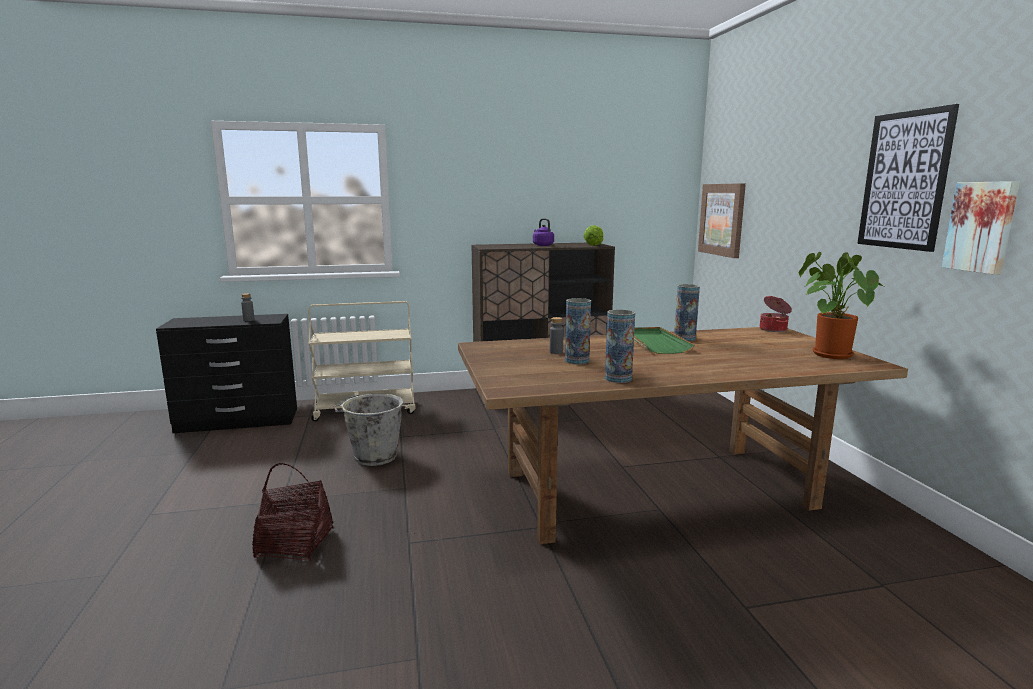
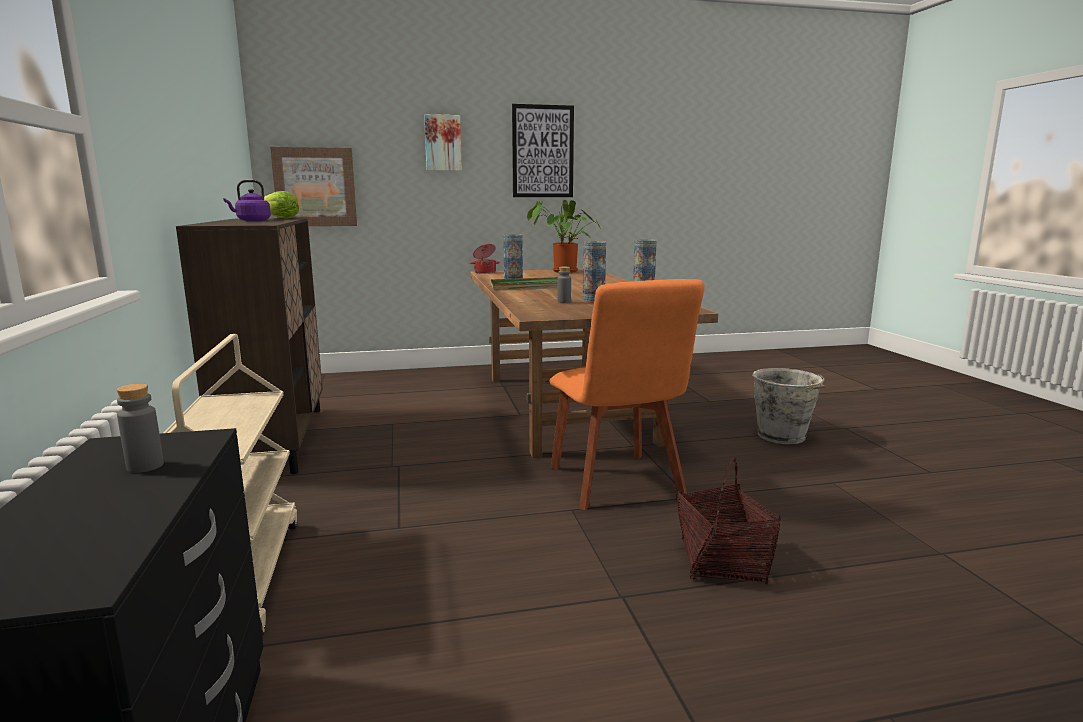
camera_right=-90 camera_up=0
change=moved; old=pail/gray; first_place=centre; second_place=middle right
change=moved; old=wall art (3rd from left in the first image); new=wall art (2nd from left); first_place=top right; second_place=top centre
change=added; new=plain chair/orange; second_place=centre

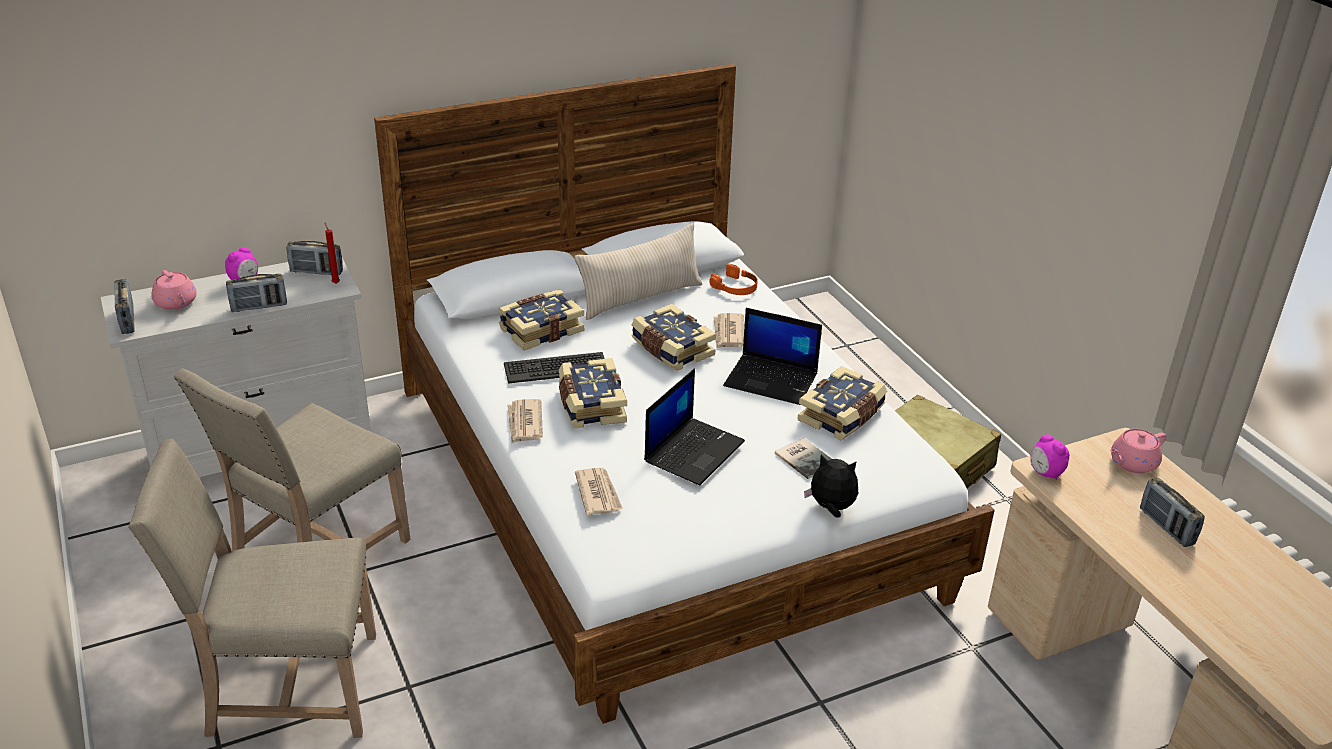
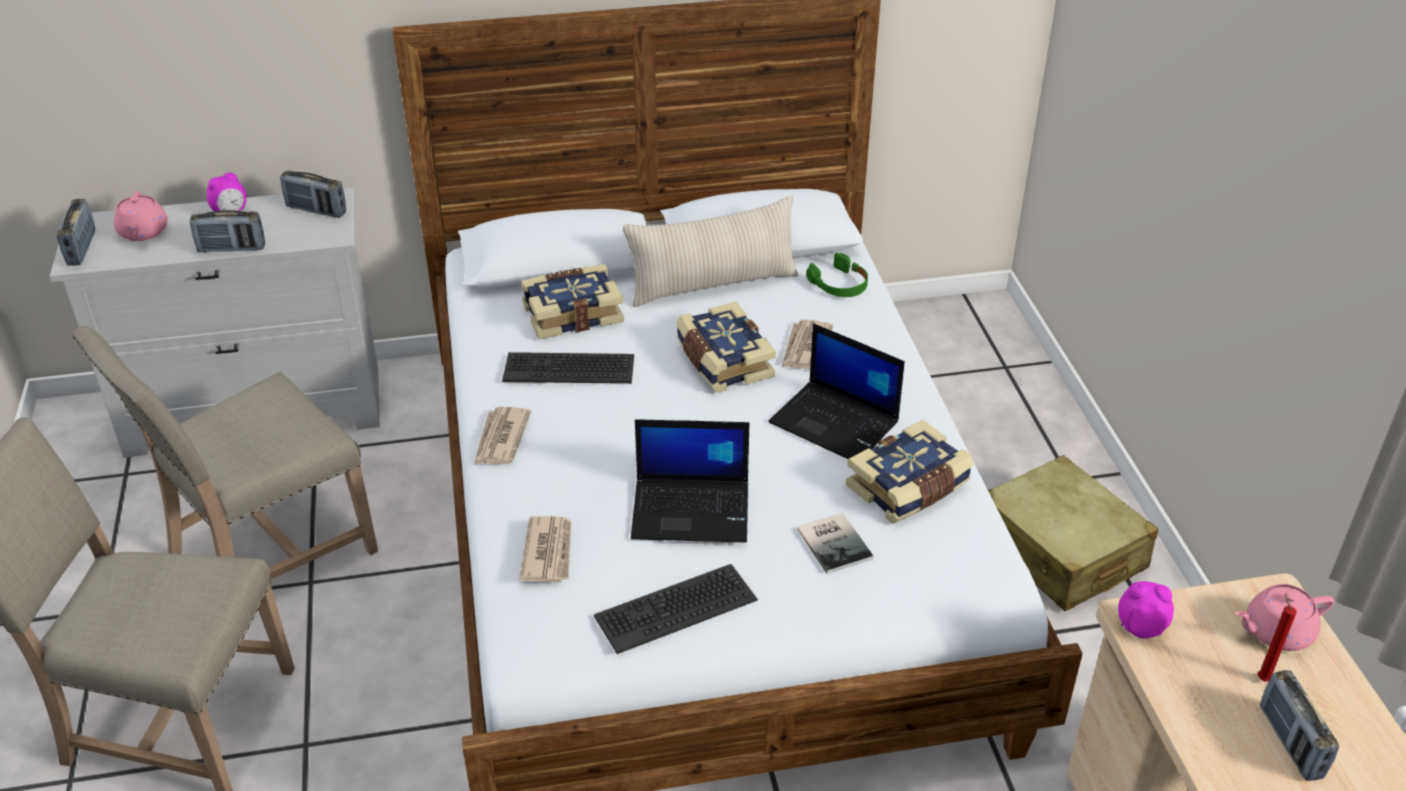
camera_right=15 camera_up=5
change=moved; old=wax candle/reddish; first_place=middle left; second_place=bottom right
change=removed; old=book (2nd from left); first_place=centre
change=turned; old=notebook computer (1st from left); first_place=centre; second_place=centre; degrees=45
change=recoloured; old=headphones/orange; new=headphones/green; first_place=centre; second_place=centre
change=removed; old=plush toy; first_place=centre
change=turned; old=bedside clock (2nd from left); first_place=middle right; second_place=bottom right; degrees=120
change=added; new=keyboard (2nd from left); second_place=bottom centre

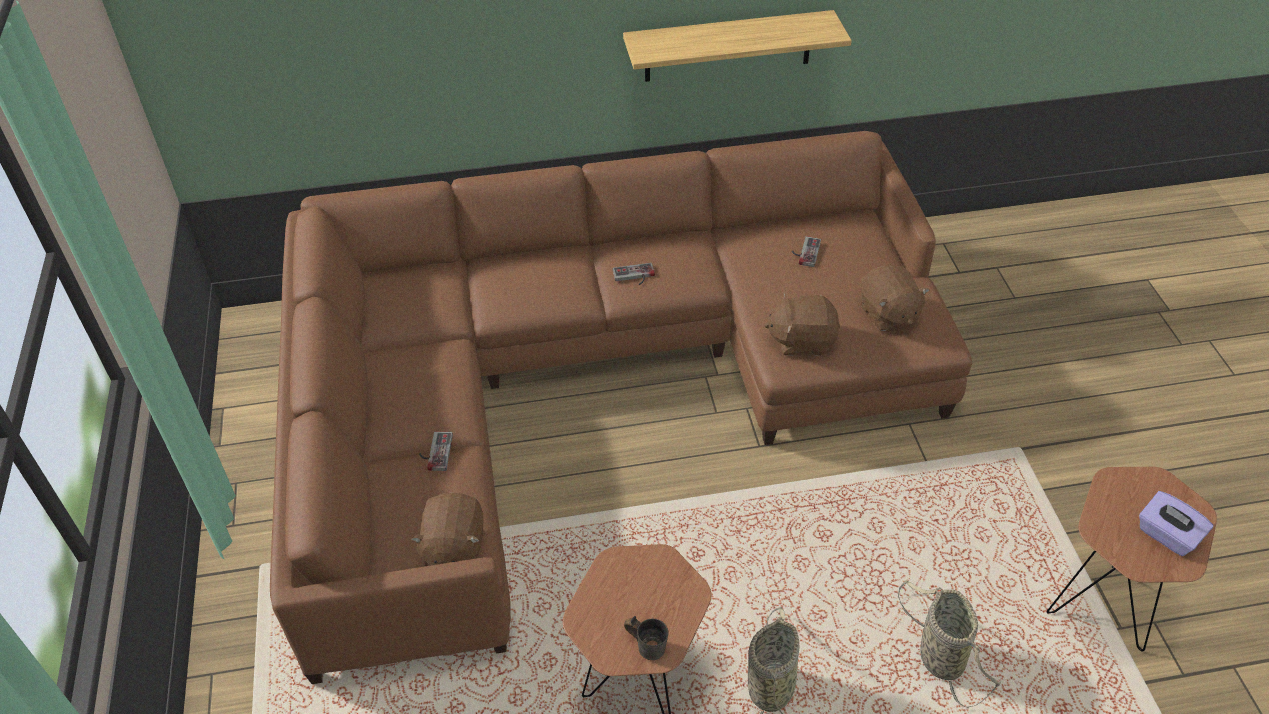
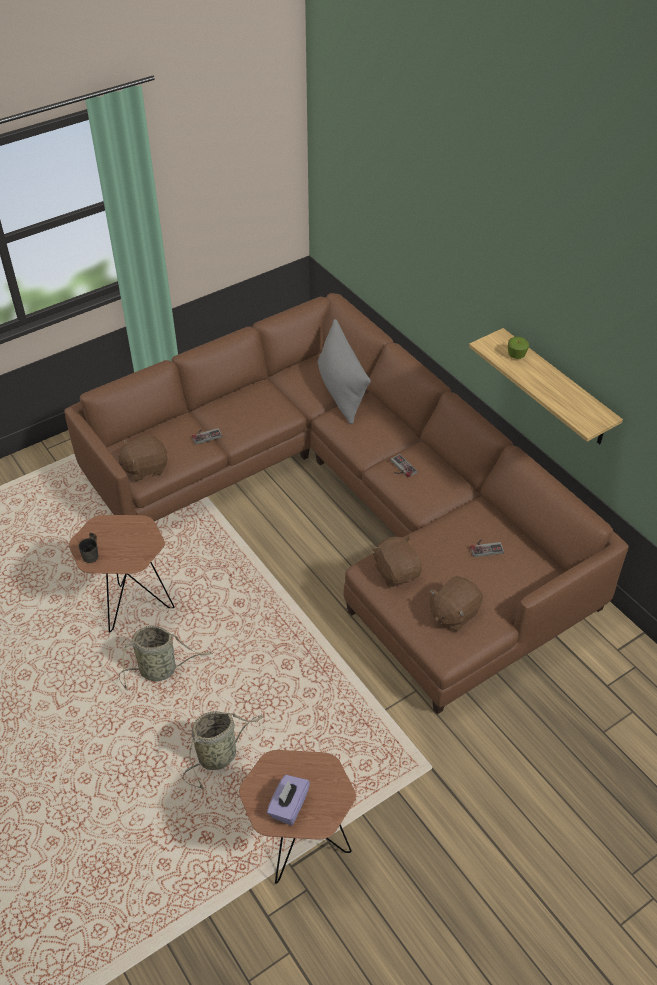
camera_right=65 camera_up=0
change=added; new=pillow/gray; second_place=centre
change=added; new=whole apple; second_place=middle right

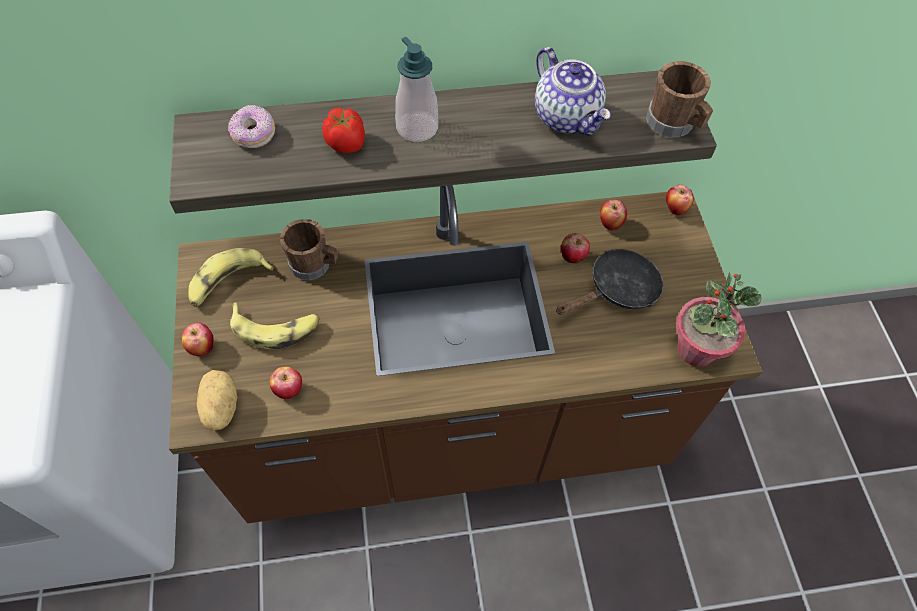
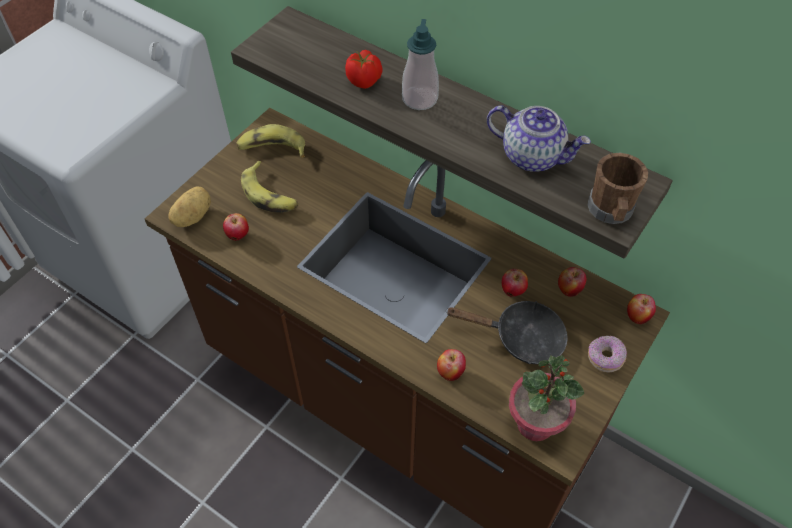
camera_right=45 camera_up=-5
change=moved; old=whole apple (1st from left in the first image); new=whole apple (2nd from left); first_place=middle left; second_place=bottom centre
change=moved; old=doughnut; first_place=top left; second_place=bottom right
change=removed; old=coffee mug/brownish (1st from left); first_place=centre
change=turned; old=teapot; first_place=top centre; second_place=top right; degrees=-75

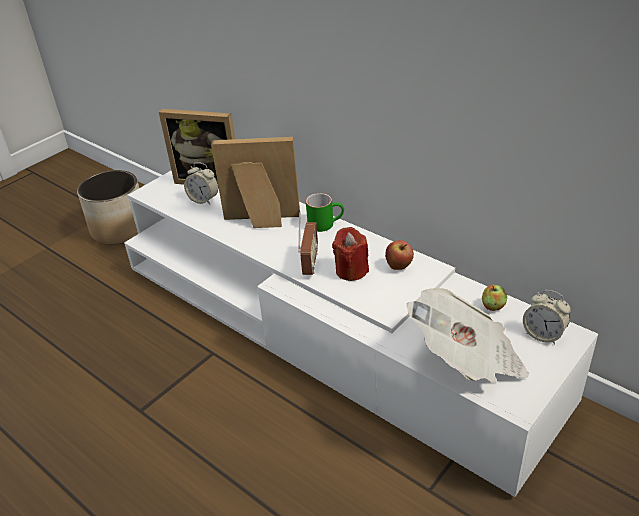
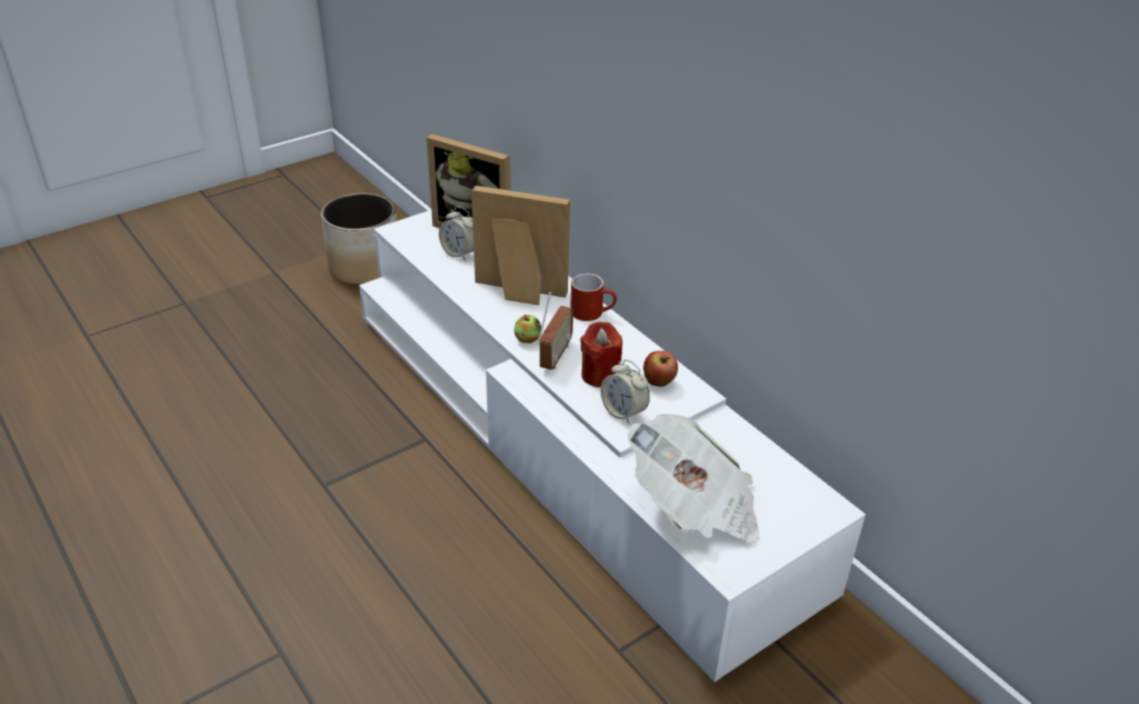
camera_right=10 camera_up=0
change=recoloured; old=coffee mug/green; new=coffee mug/reddish; first_place=centre; second_place=centre
change=moved; old=whole apple (2nd from left in the first image); new=whole apple (1st from left); first_place=middle right; second_place=centre
change=moved; old=bedside clock (2nd from left); first_place=middle right; second_place=centre

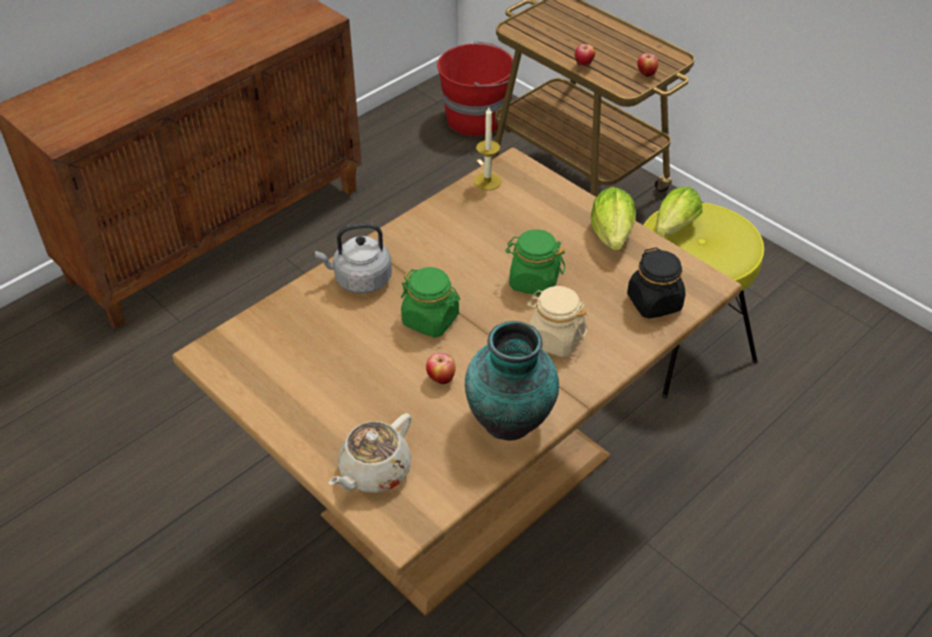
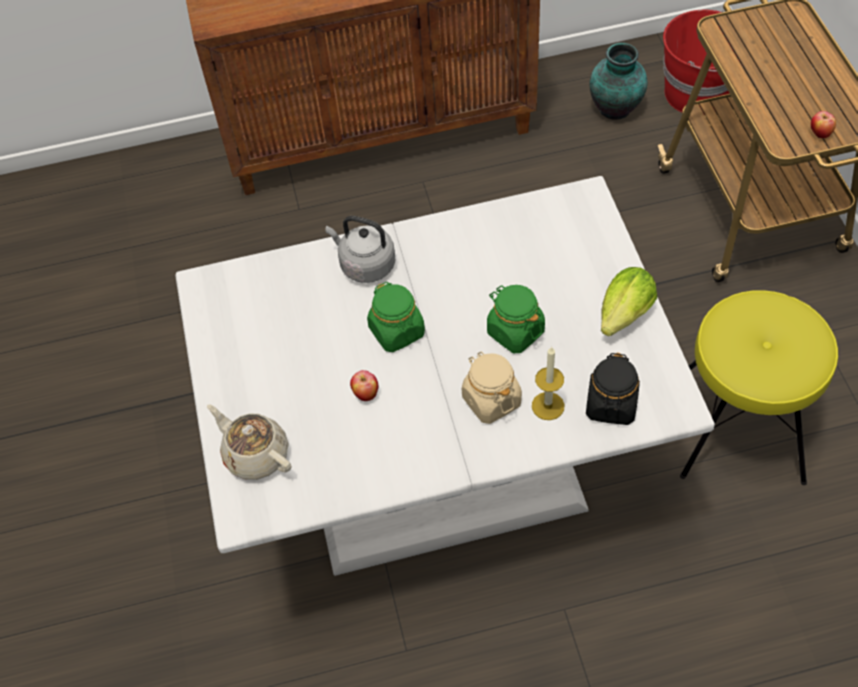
camera_right=35 camera_up=10
change=recoloured; old=dining table/brownish; new=dining table/whitish; first_place=centre; second_place=centre
change=turned; old=teapot/sand-coloured; first_place=bottom centre; second_place=middle left; degrees=60
change=moved; old=flower vase; first_place=centre; second_place=top right
change=moved; old=wax candle; first_place=top centre; second_place=centre
change=removed; old=whole apple (2nd from left); first_place=top centre
change=removed; old=lettuce (2nd from left); first_place=top right

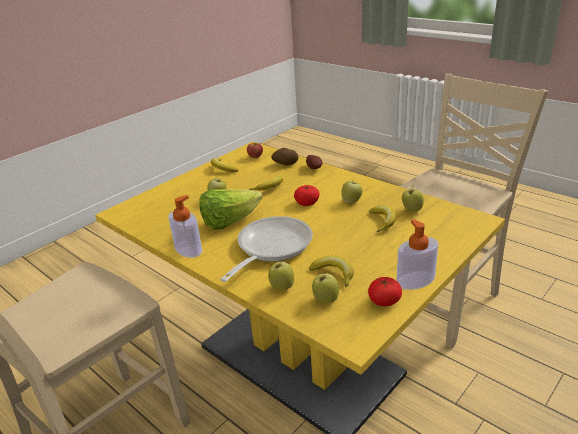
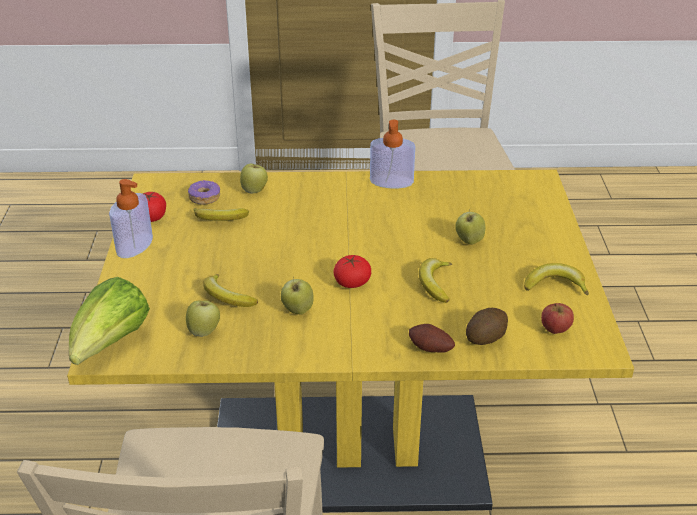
camera_right=135 camera_up=5
change=moved; old=lettuce; first_place=centre; second_place=middle left
change=removed; old=skillet; first_place=centre
change=replaced; old=whole apple (4th from left); new=doughnut; first_place=centre; second_place=middle left

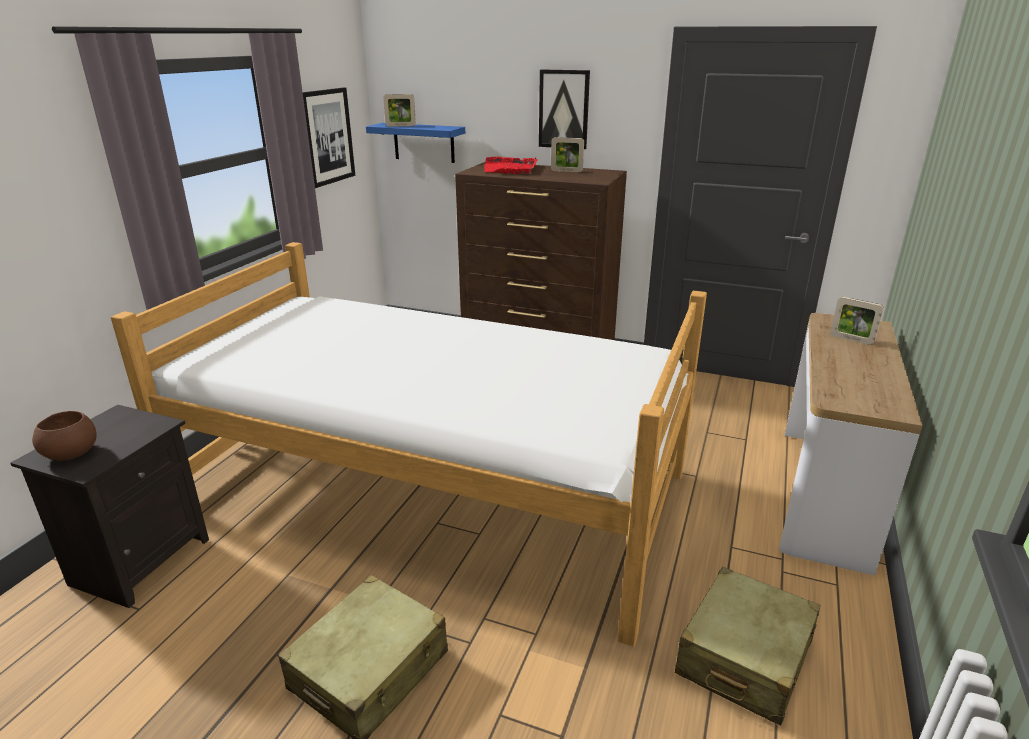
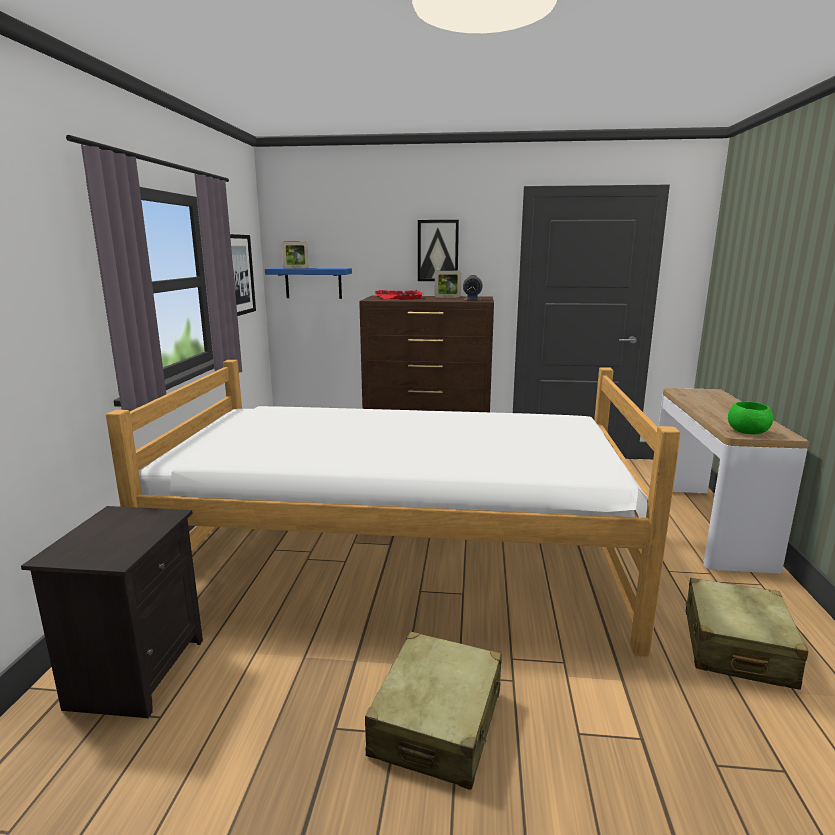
camera_right=-15 camera_up=-10
change=removed; old=serving bowl/brownish; first_place=middle left
change=removed; old=standing frame (3rd from left); first_place=middle right
change=added; new=bedside clock; second_place=centre
change=added; new=serving bowl/green; second_place=middle right

